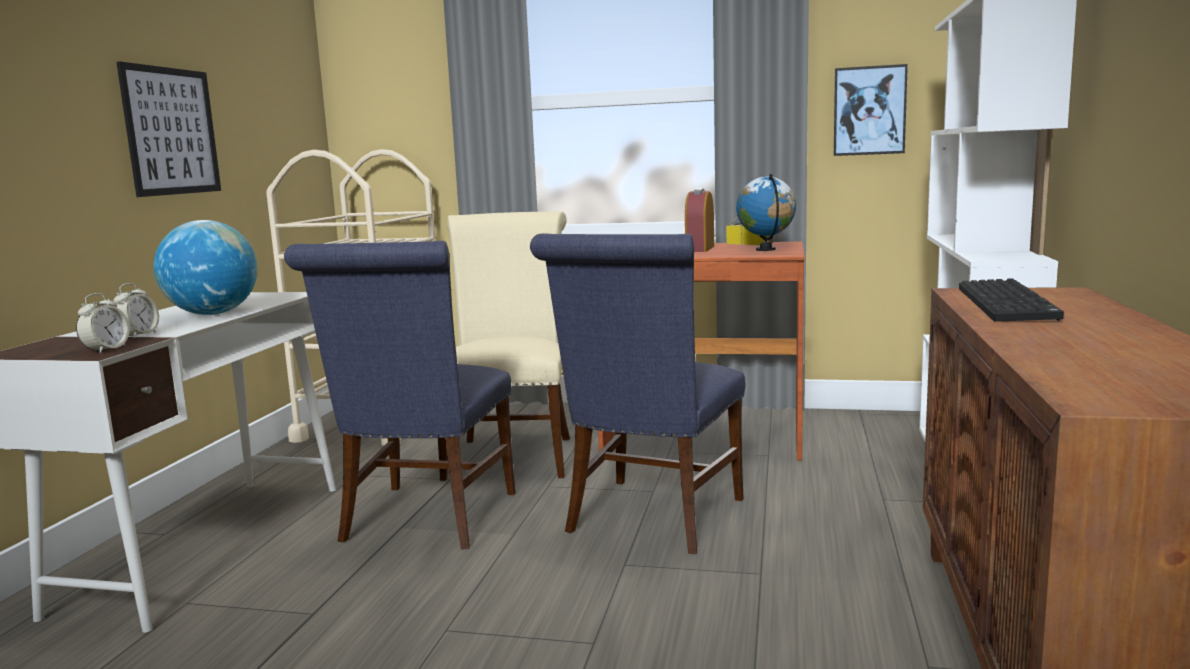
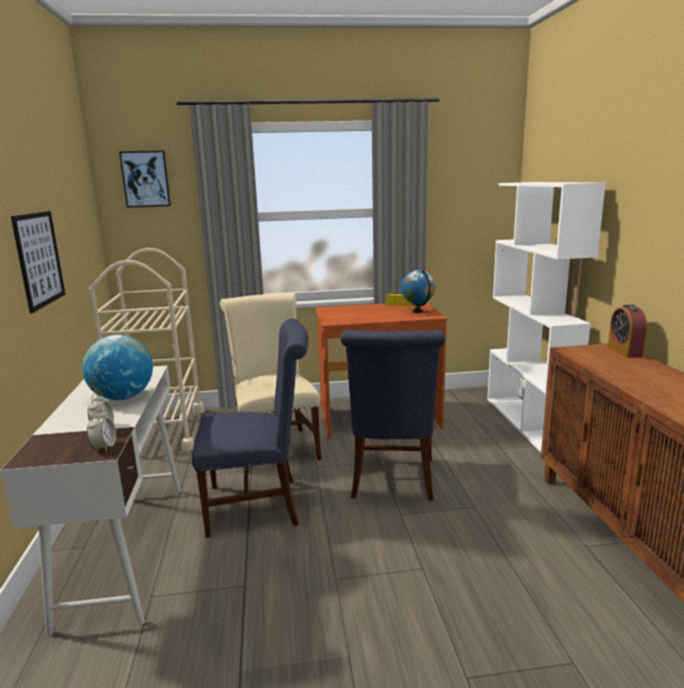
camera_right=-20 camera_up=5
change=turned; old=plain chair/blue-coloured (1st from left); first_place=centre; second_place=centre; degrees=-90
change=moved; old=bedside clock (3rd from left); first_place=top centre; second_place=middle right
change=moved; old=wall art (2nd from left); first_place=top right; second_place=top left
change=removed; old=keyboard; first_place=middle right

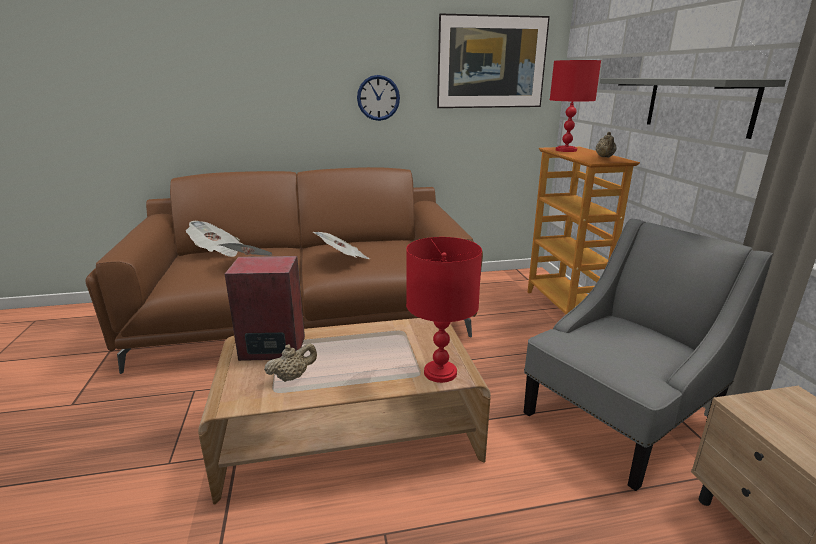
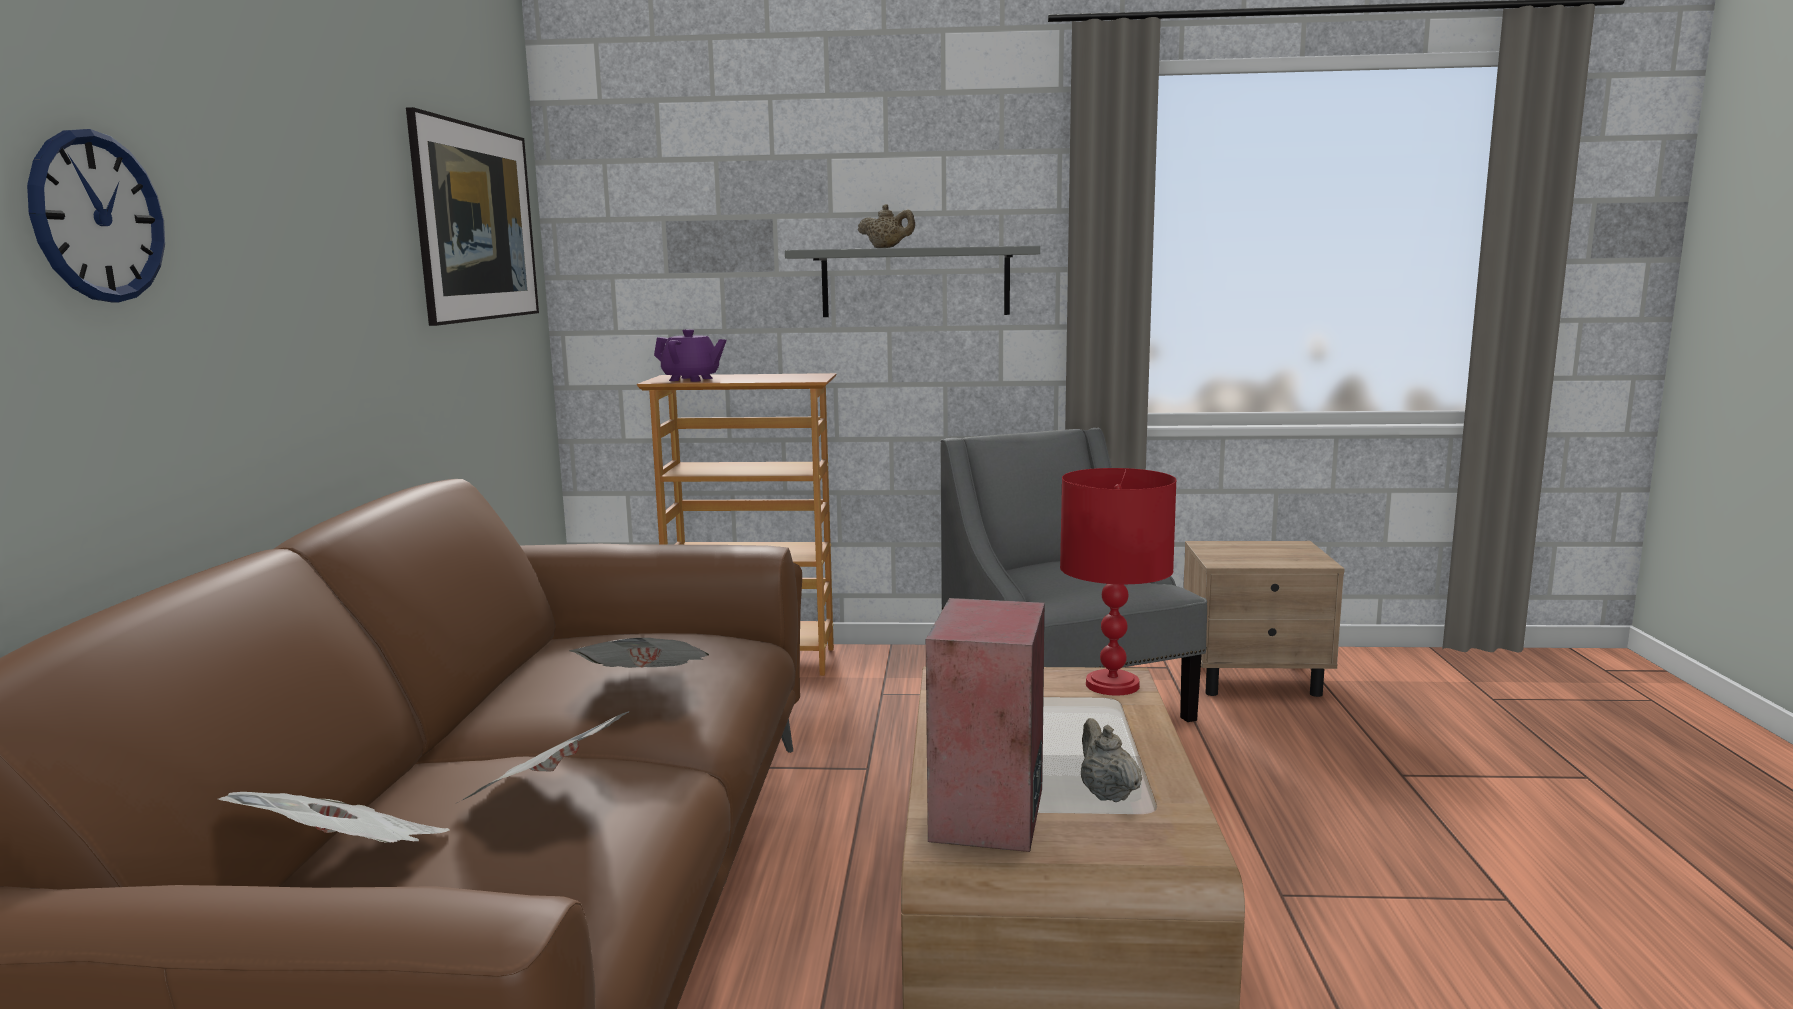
camera_right=-75 camera_up=-10
change=moved; old=clock on the wall; first_place=top centre; second_place=top left
change=replaced; old=lamp for a table/reddish (2nd from left); new=teapot/purple; first_place=top right; second_place=centre
change=moved; old=teapot/sand-coloured (2nd from left in the first image); new=teapot/sand-coloured (1st from left); first_place=top right; second_place=top centre

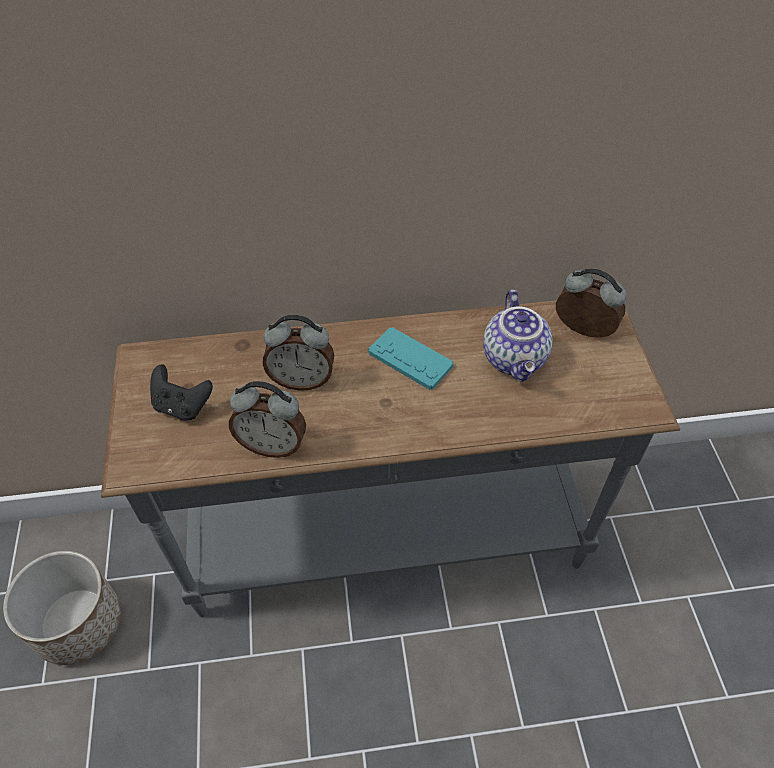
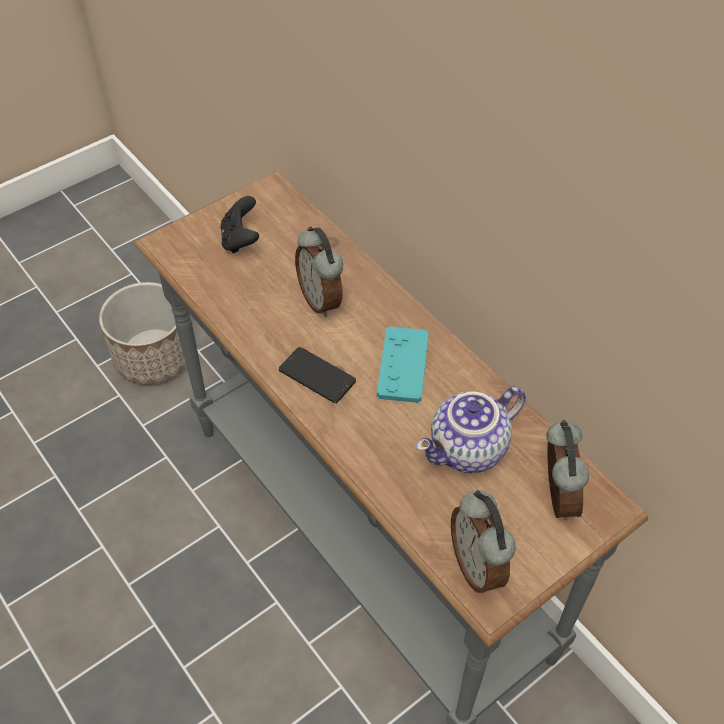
camera_right=60 camera_up=0
change=moved; old=bedside clock (1st from left in the first image); new=bedside clock (2nd from left); first_place=centre; second_place=bottom right
change=added; new=handset; second_place=centre

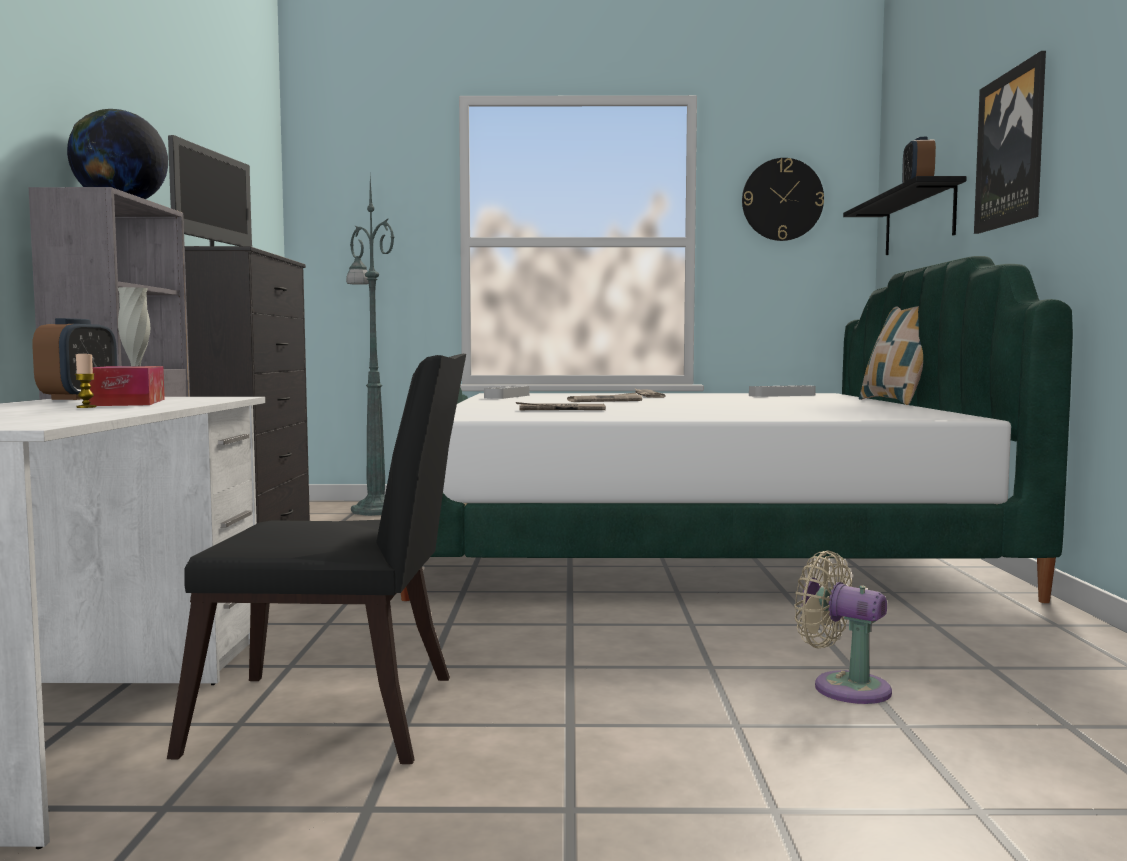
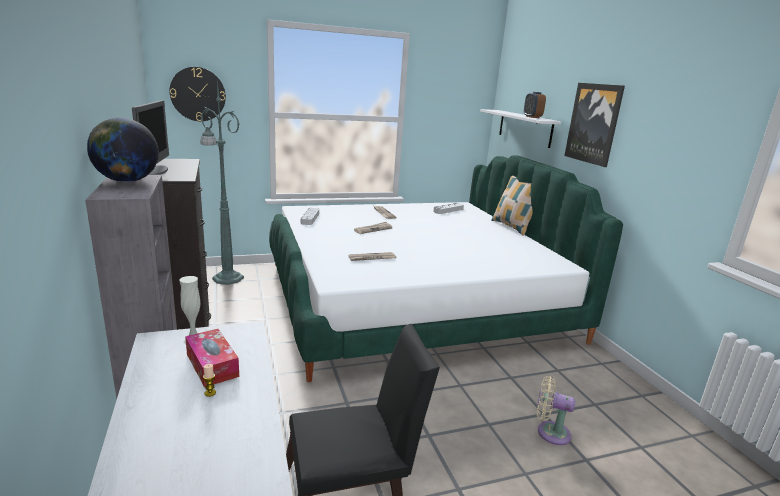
camera_right=-20 camera_up=15
change=removed; old=bedside clock (1st from left); first_place=middle left
change=moved; old=clock on the wall; first_place=top right; second_place=top left
change=recoloured; old=wall shelf/blackish; new=wall shelf/whitish; first_place=top right; second_place=top right

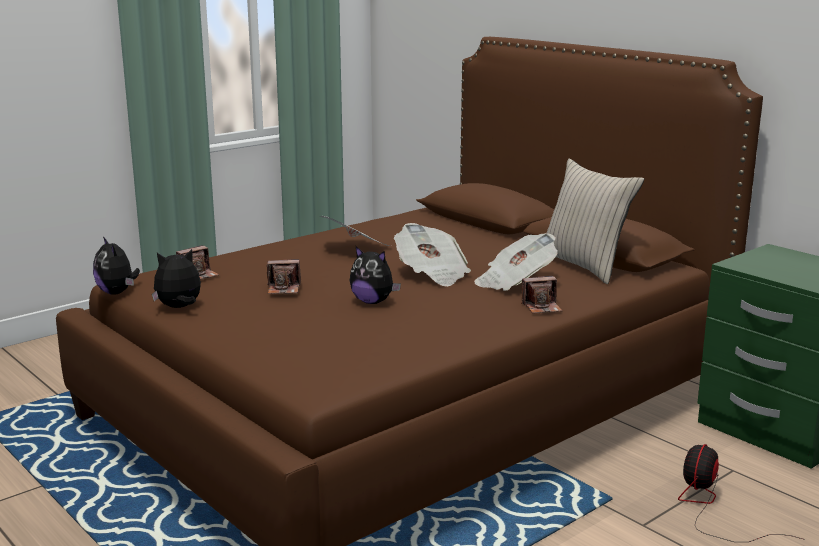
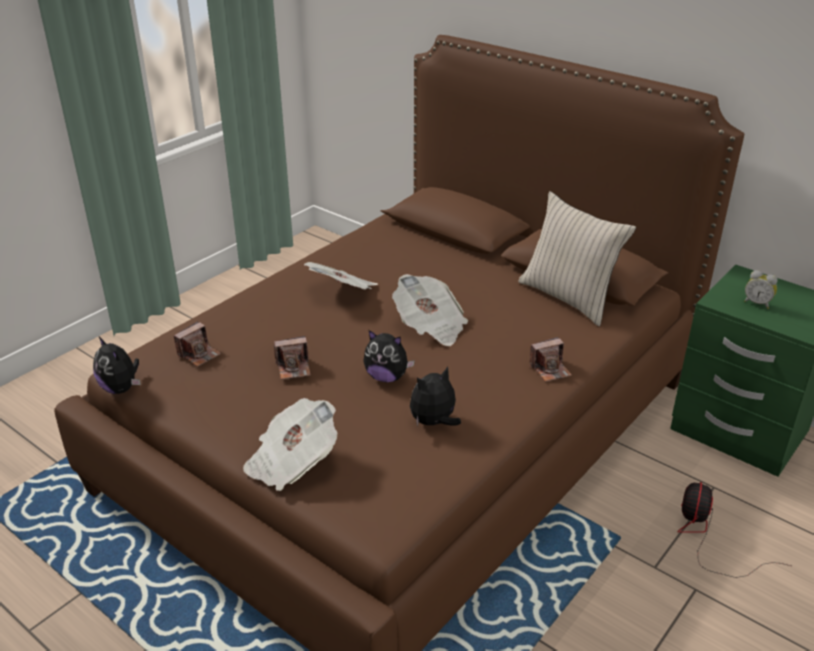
camera_right=-10 camera_up=15
change=moved; old=plush toy (2nd from left in the first image); new=plush toy (3rd from left); first_place=middle left; second_place=centre
change=moved; old=newspaper (3rd from left in the first image); new=newspaper (1st from left); first_place=centre; second_place=bottom centre
change=added; new=bedside clock; second_place=middle right

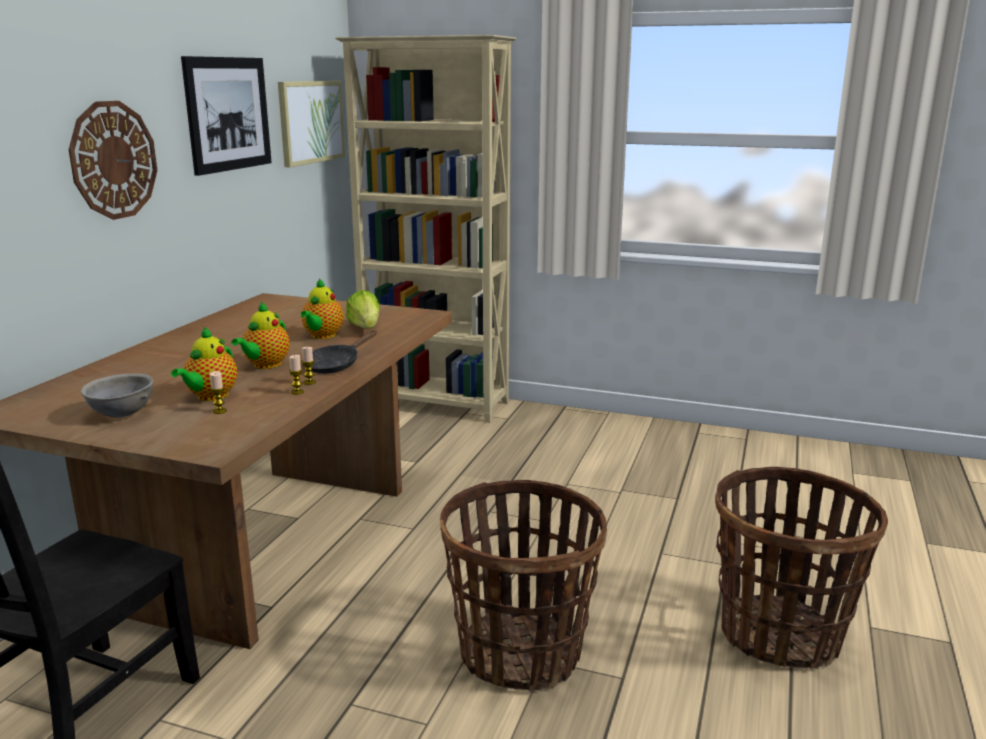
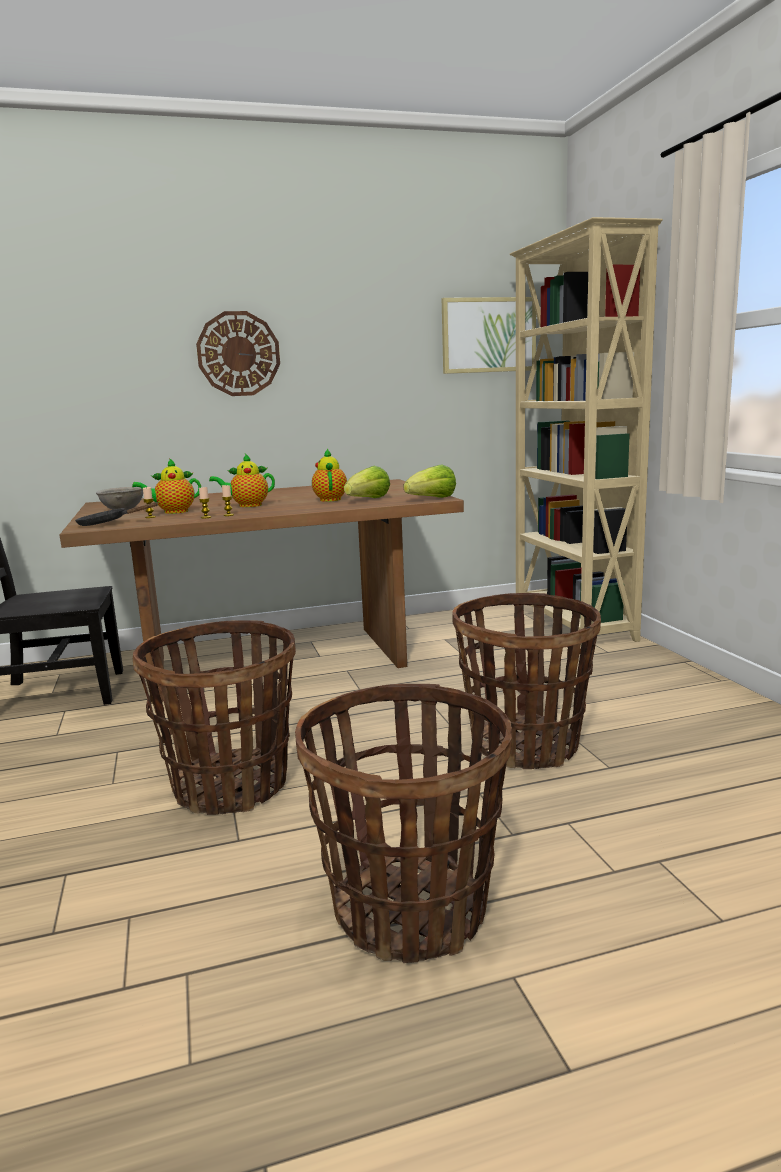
camera_right=55 camera_up=-5
change=removed; old=wall art (1st from left); first_place=top left
change=turned; old=teapot (3rd from left); first_place=middle left; second_place=centre; degrees=105
change=moved; old=skillet/blackish; first_place=centre; second_place=middle left
change=added; new=lettuce (2nd from left); second_place=centre
change=added; new=basket (3rd from left); second_place=middle right

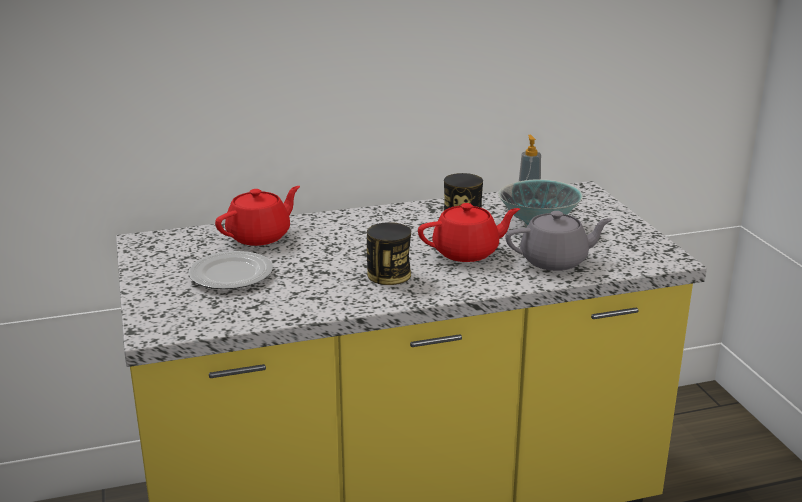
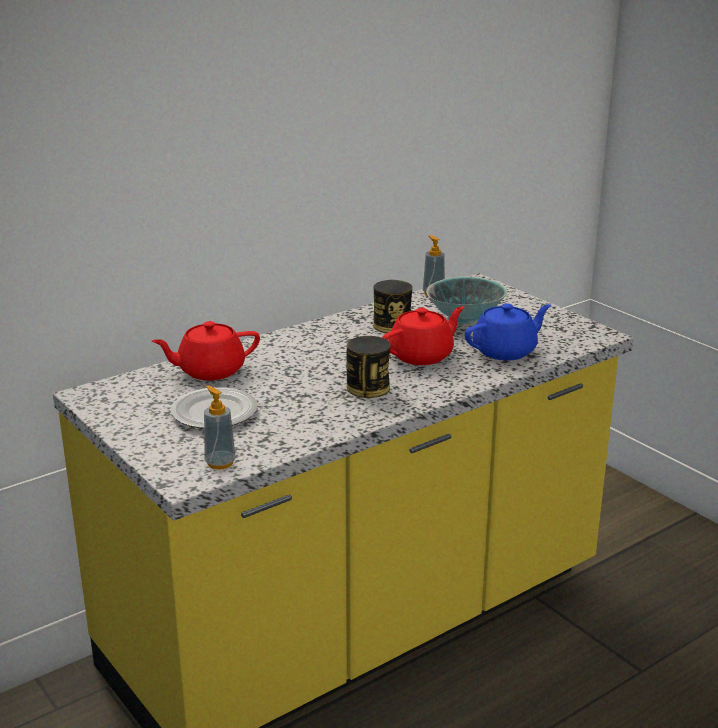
camera_right=-20 camera_up=0
change=turned; old=teapot/reddish (1st from left); first_place=middle left; second_place=middle left; degrees=-135
change=recoloured; old=teapot/gray; new=teapot/blue-coloured; first_place=middle right; second_place=middle right
change=added; new=soap dispenser (1st from left); second_place=middle left

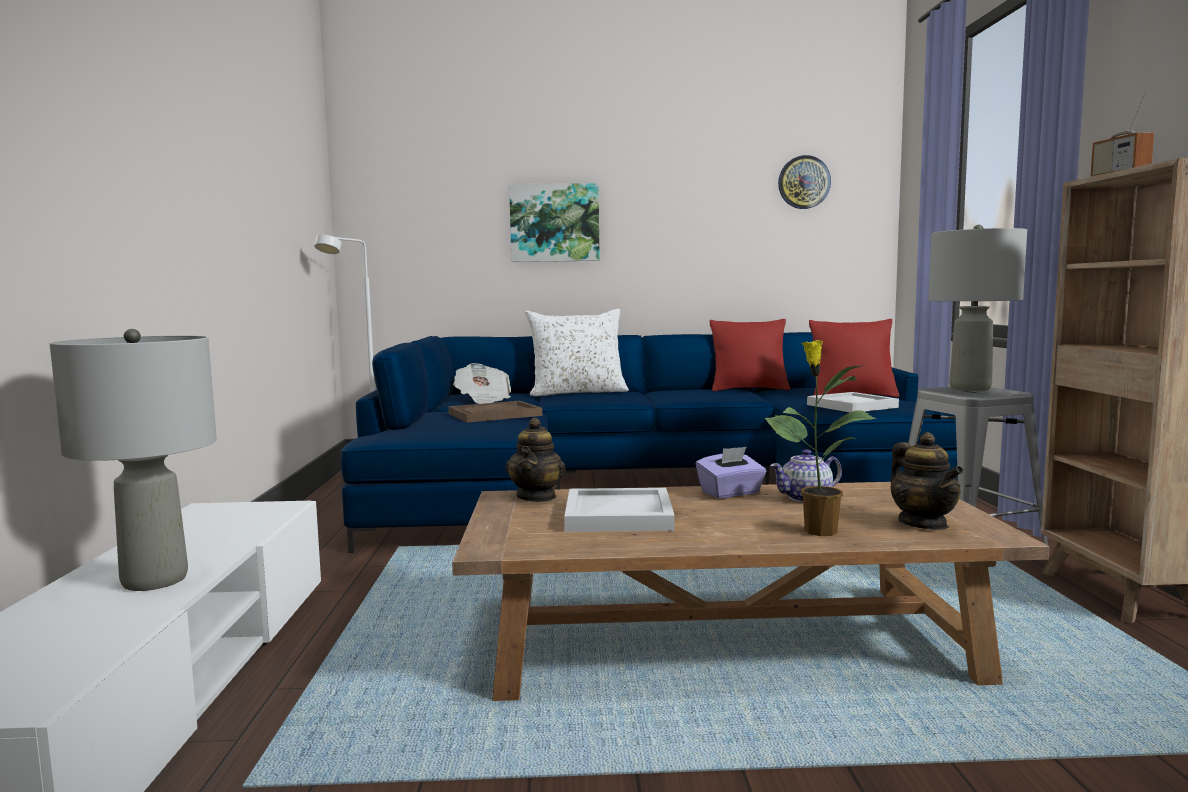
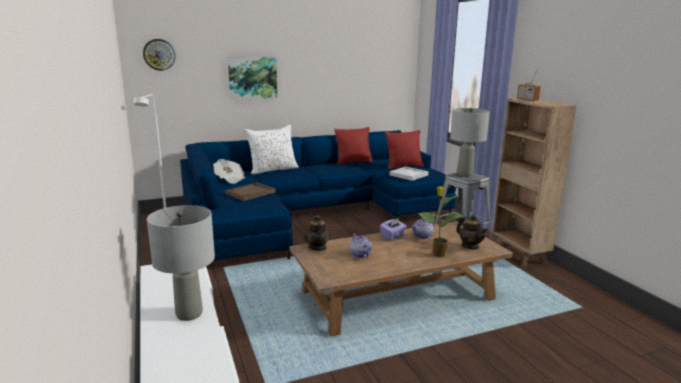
camera_right=-20 camera_up=10
change=replaced; old=serving tray/whitish (1st from left); new=teapot (2nd from left); first_place=centre; second_place=centre
change=moved; old=clock on the wall; first_place=top right; second_place=top left

